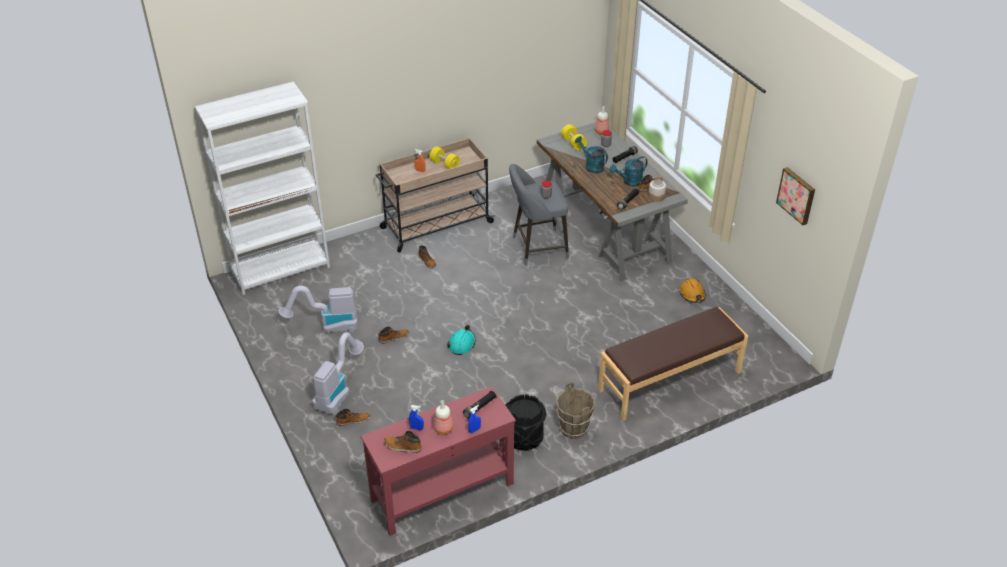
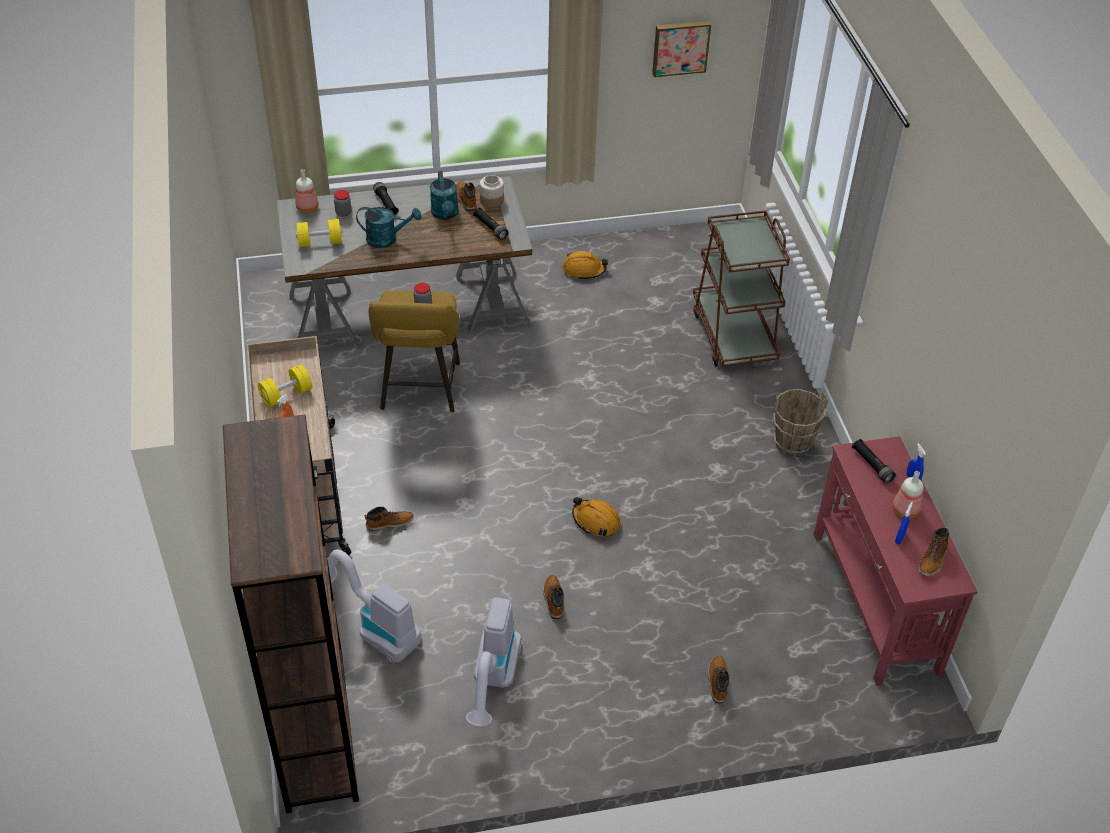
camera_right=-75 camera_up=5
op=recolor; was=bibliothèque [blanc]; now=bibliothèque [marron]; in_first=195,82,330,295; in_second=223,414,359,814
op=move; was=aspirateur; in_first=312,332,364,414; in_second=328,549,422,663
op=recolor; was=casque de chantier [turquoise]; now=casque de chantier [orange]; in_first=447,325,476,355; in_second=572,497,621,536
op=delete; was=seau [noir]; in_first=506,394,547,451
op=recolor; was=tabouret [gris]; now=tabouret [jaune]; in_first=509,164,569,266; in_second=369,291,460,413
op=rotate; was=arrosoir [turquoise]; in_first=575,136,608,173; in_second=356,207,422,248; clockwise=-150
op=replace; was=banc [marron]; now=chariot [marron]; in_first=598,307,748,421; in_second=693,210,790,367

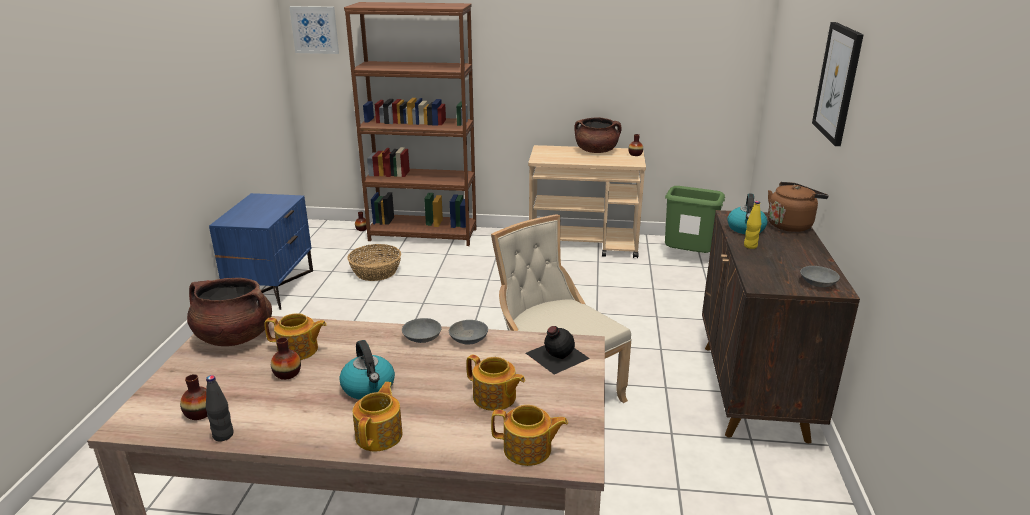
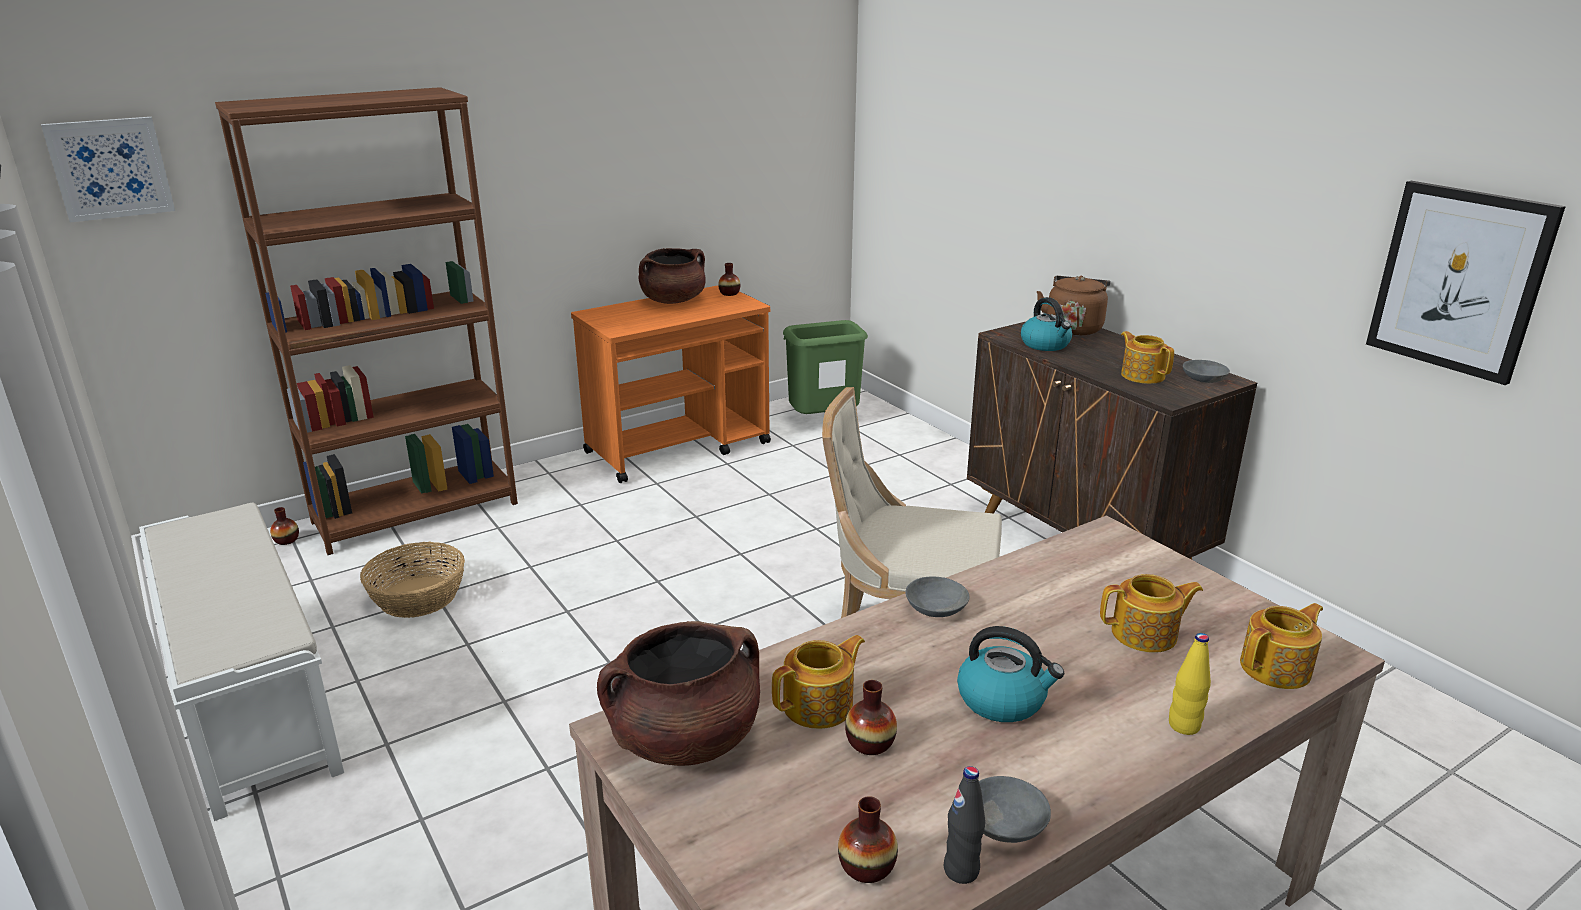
camera_right=-40 camera_up=0
op=replace; was=table de chevet [bleu]; now=banc [blanc]; in_first=209,193,313,310; in_second=139,502,344,821
op=move; was=théière; in_first=353,382,402,451; in_second=1121,331,1174,384
op=move; was=bol [gris]; in_first=449,320,488,344; in_second=979,776,1051,843
op=delete; was=bouteille [noir]; in_first=526,326,590,374
op=recolor; was=chariot [beige]; now=chariot [orange]; in_first=528,145,646,258; in_second=571,285,771,483
op=move; was=bouteille [jaune]; in_first=744,201,761,249; in_second=1169,633,1211,735
op=move; was=tableau; in_first=812,22,864,146; in_second=1366,181,1566,385

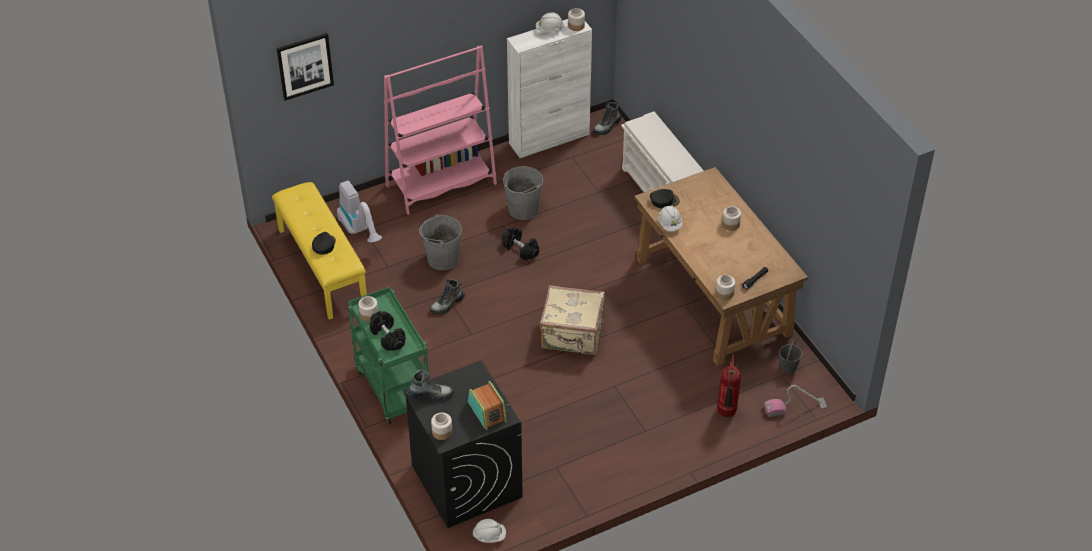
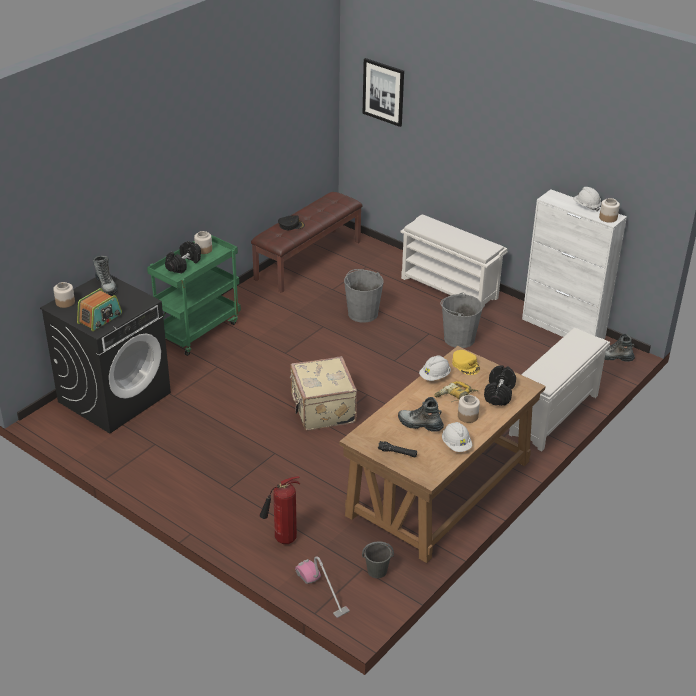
camera_right=65 camera_up=-10
op=recolor; was=banc [jaune]; now=banc [marron]; in_first=272,182,367,320; in_second=251,192,363,293
op=delete; was=aspirateur; in_first=337,181,382,242
op=replace; was=bibliothèque [rose]; now=étagère à chaussures [blanc]; in_first=384,45,497,215; in_second=400,215,507,309
op=move; was=botte; in_first=430,279,465,315; in_second=398,397,444,432
op=move; was=casque de chantier [blanc]; in_first=473,519,506,543; in_second=442,422,472,452
op=move; was=haltère [noir]; in_first=502,227,539,260; in_second=484,365,516,406
op=recolor; was=casquette [noir]; now=casquette [jaune]; in_first=650,189,679,208; in_second=452,350,480,375
op=delete; was=bocal; in_first=715,275,735,300
op=insert; now=perceuse; in_second=434,381,478,402

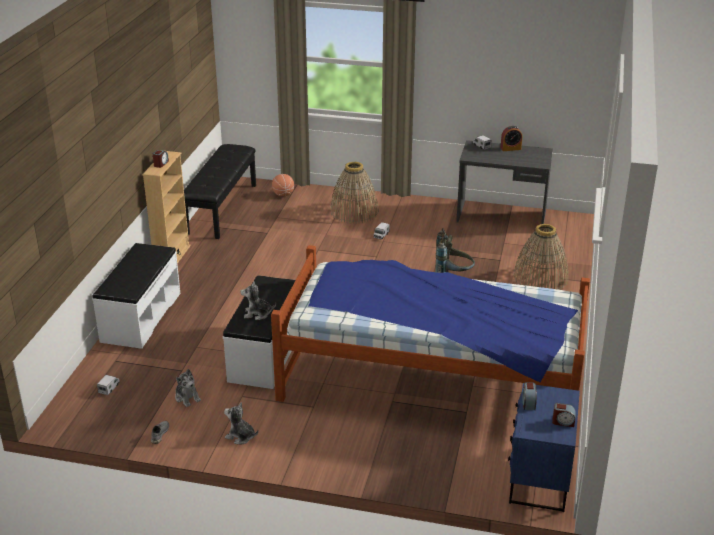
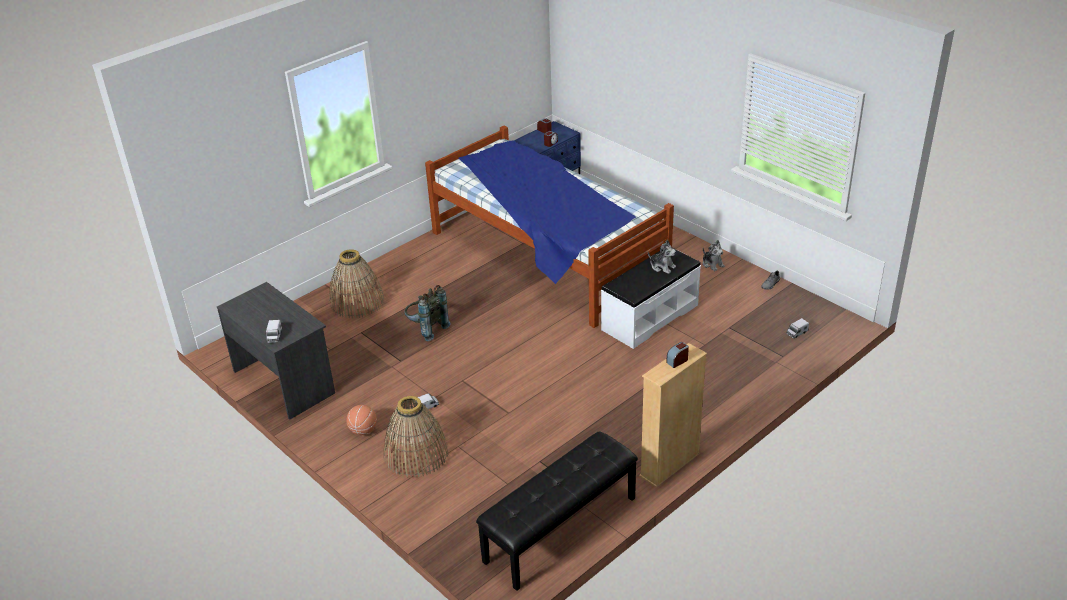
camera_right=-145 camera_up=5
op=delete; was=banc [blanc]; in_first=92,243,180,349
op=delete; was=peluche; in_first=175,369,201,407
op=move; was=ballon de basket; in_first=272,174,294,197; in_second=346,405,377,435
op=delete; was=réveil; in_first=500,126,522,151

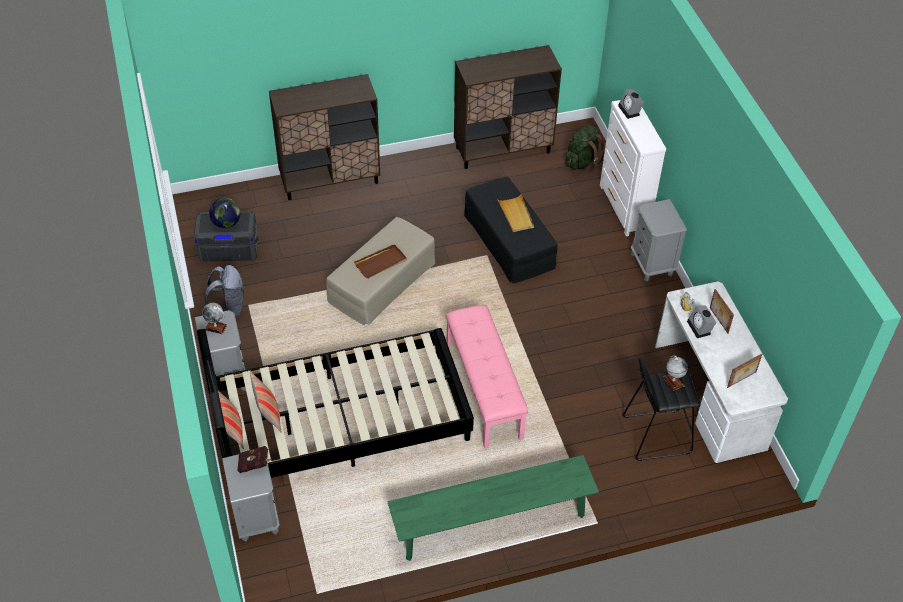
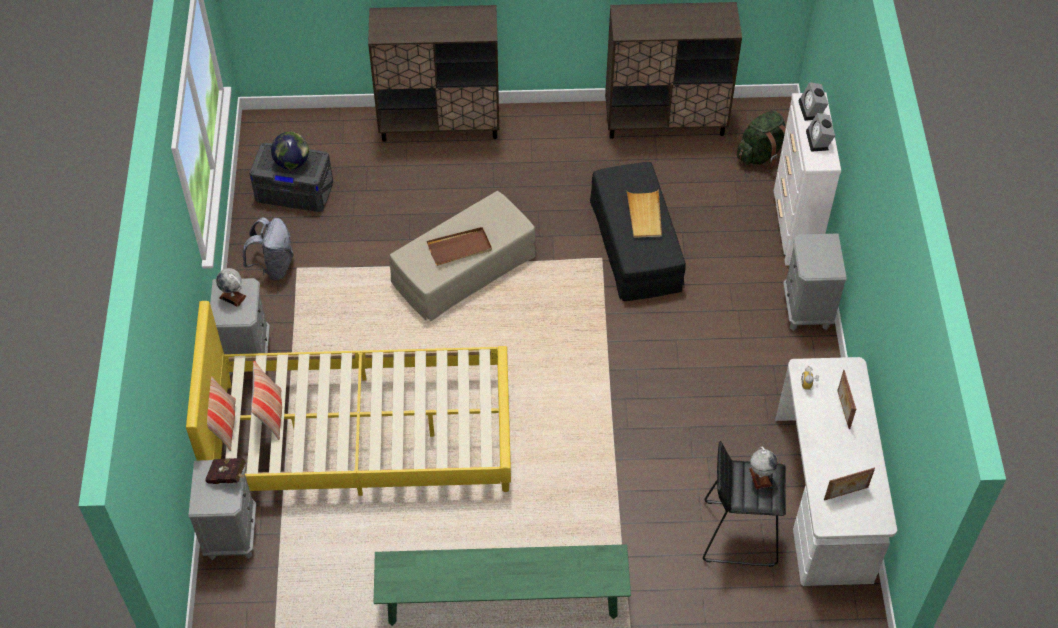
camera_right=15 camera_up=5
op=recolor; was=lit [noir]; now=lit [jaune]; in_first=197,328,474,478; in_second=186,301,511,496
op=delete; was=banc [rose]; in_first=446,305,528,448
op=move; was=réveil; in_first=687,305,717,338; in_second=806,113,835,152

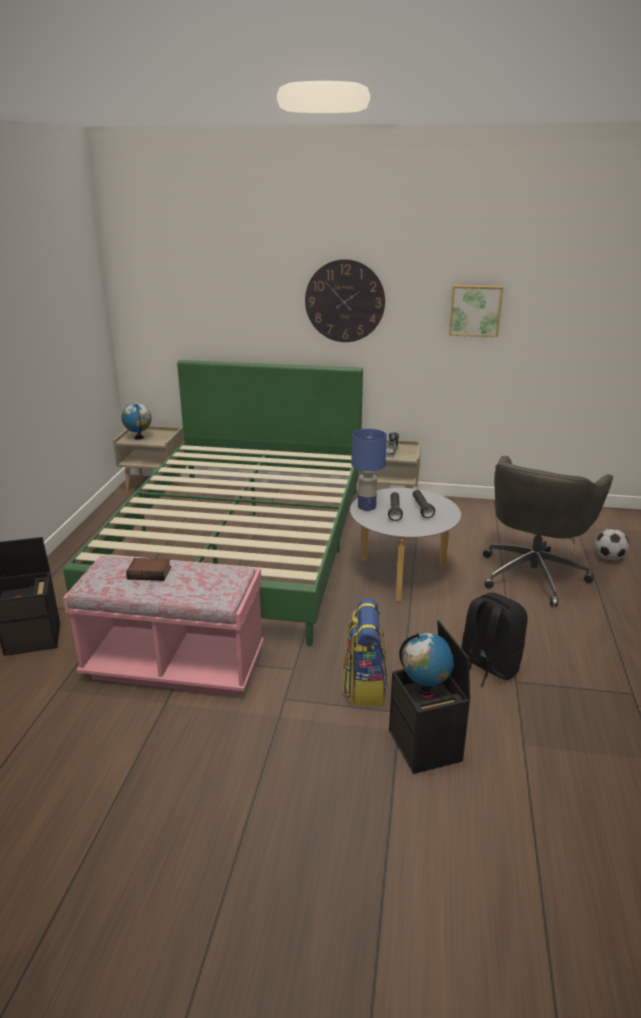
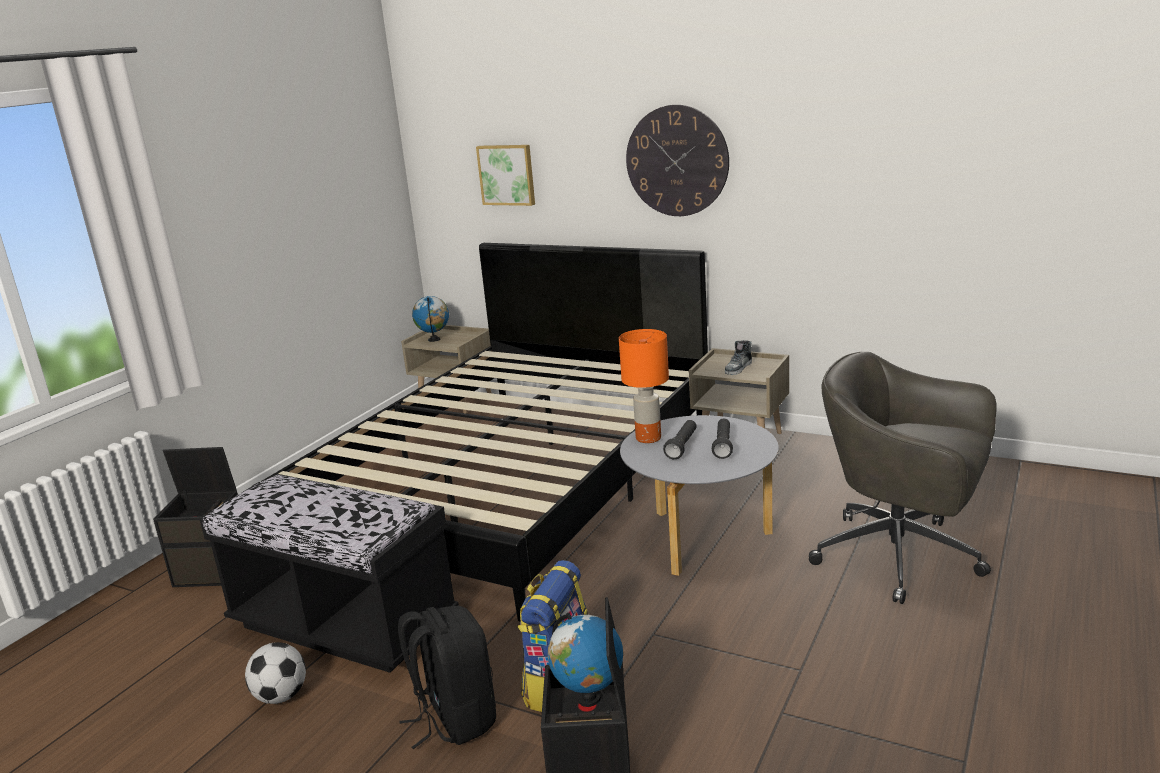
camera_right=20 camera_up=-5
op=recolor; was=lit [vert]; now=lit [noir]; in_first=63,360,363,646; in_second=251,243,708,621
op=recolor; was=banc [rose]; now=banc [noir]; in_first=63,555,264,696; in_second=200,474,459,673
op=delete; was=livre; in_first=126,558,171,581
op=recolor; was=lampe de table [bleu]; now=lampe de table [orange]; in_first=351,429,387,511; in_second=619,329,669,443
op=move; was=tableau; in_first=449,285,503,337; in_second=476,145,535,206
op=move; was=sac à dos [noir]; in_first=462,593,528,687; in_second=398,606,496,749
op=rotate; was=chaise de bureau [gris]; in_first=483,456,613,607; in_second=809,352,996,604; clockwise=75
op=move; was=ballon de foot; in_first=595,529,629,561; in_second=245,642,306,704

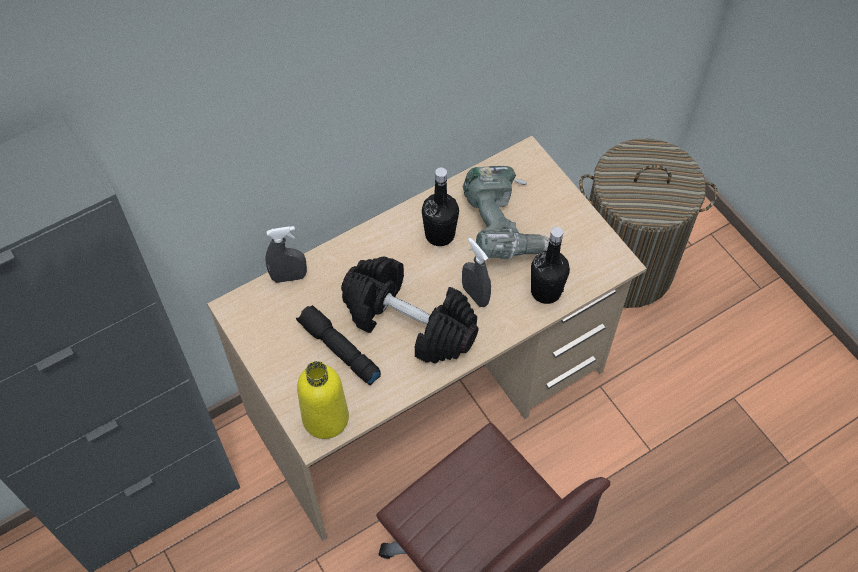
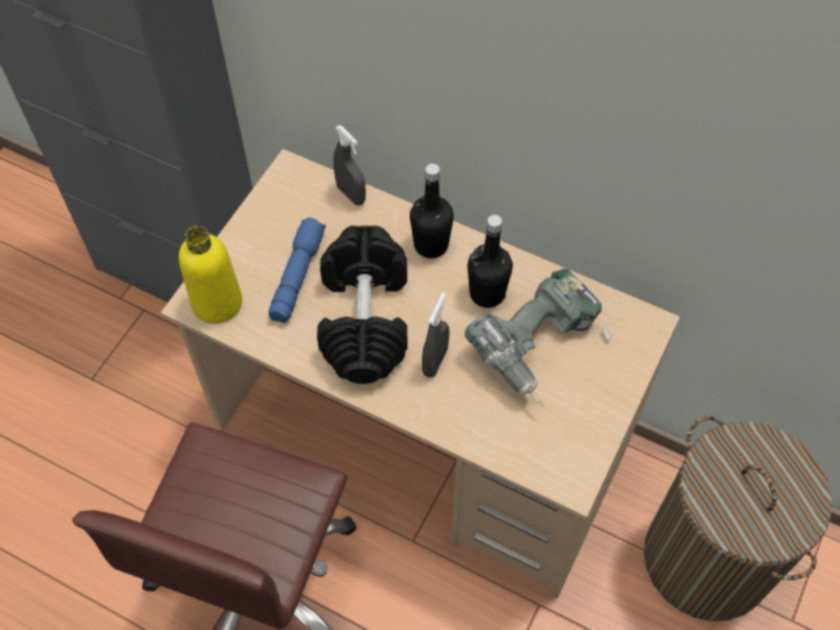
camera_right=60 camera_up=0
op=recolor; was=lampe de poche [noir]; now=lampe de poche [bleu]; in_first=296,305,381,385; in_second=269,218,326,323
op=move; was=bouteille [noir]; in_first=531,227,570,304; in_second=410,163,454,258

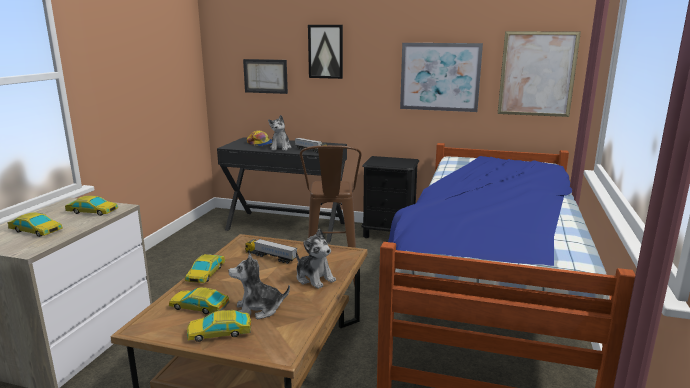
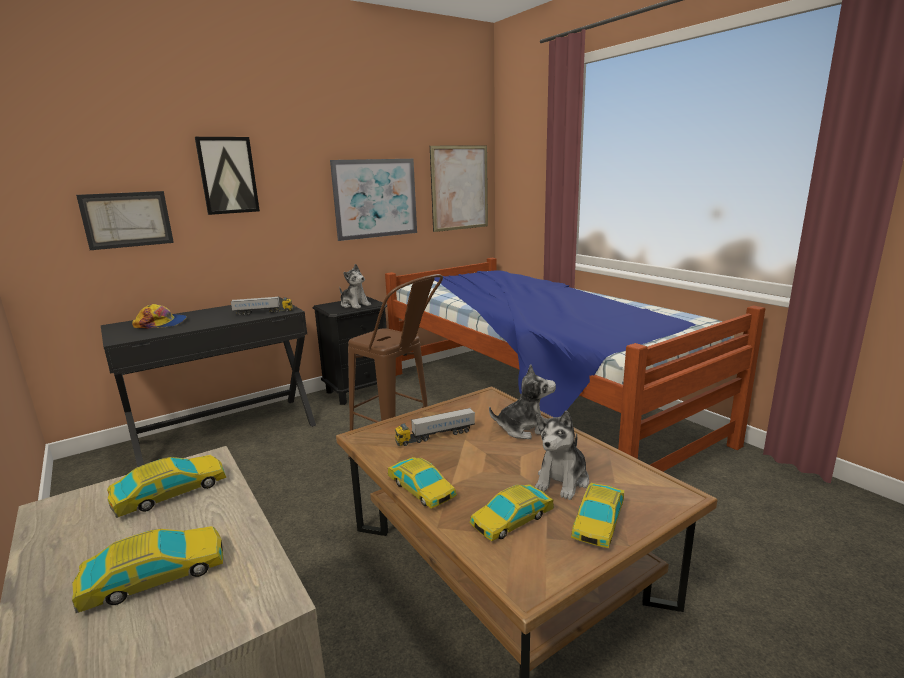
camera_right=-50 camera_up=0
op=move; was=peluche; in_first=268,115,291,151; in_second=339,264,371,309

